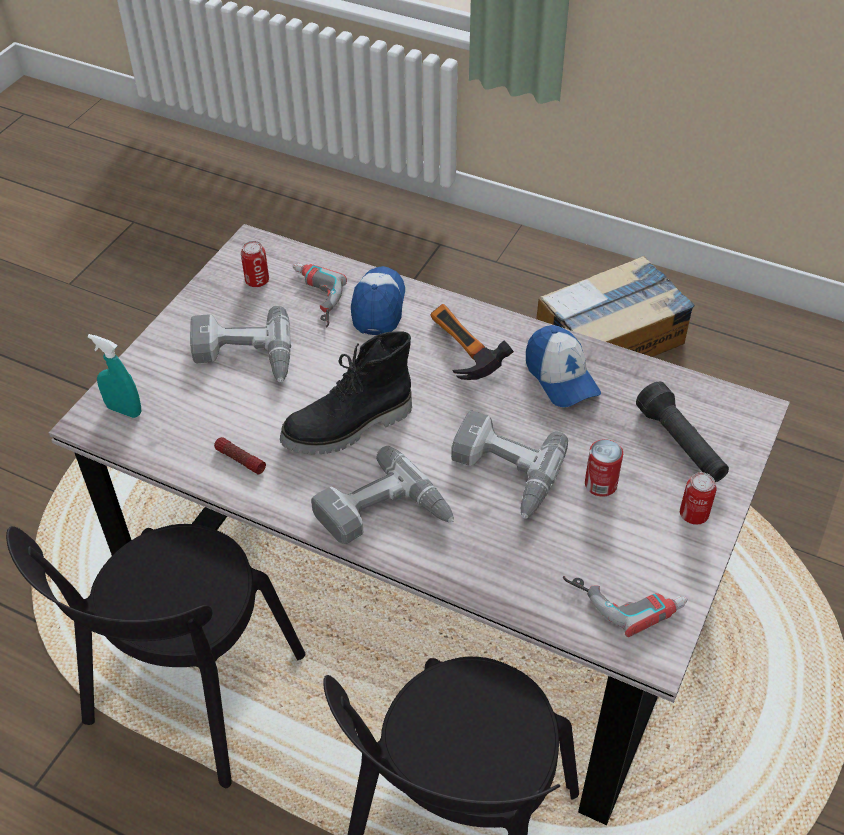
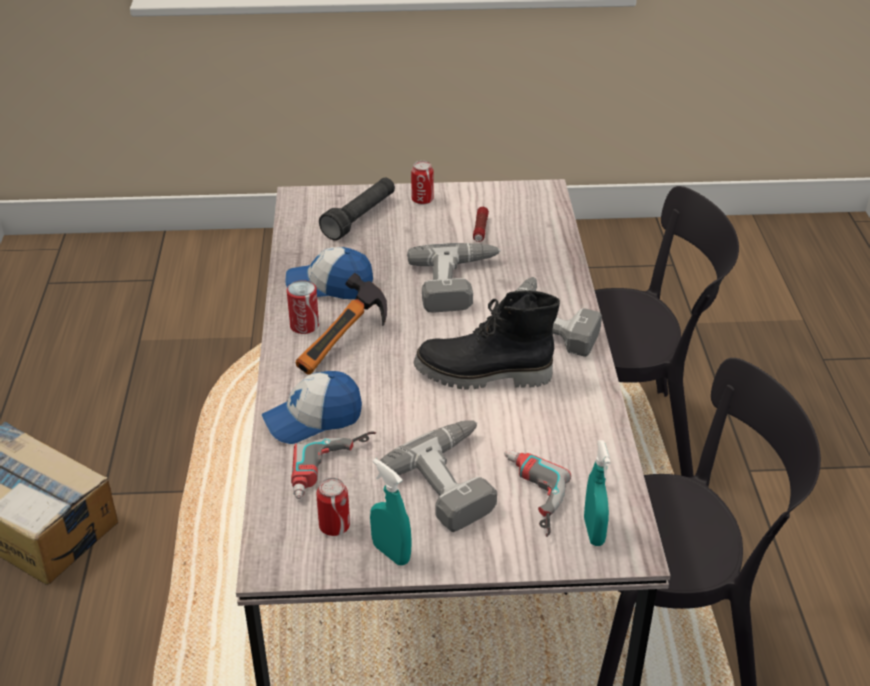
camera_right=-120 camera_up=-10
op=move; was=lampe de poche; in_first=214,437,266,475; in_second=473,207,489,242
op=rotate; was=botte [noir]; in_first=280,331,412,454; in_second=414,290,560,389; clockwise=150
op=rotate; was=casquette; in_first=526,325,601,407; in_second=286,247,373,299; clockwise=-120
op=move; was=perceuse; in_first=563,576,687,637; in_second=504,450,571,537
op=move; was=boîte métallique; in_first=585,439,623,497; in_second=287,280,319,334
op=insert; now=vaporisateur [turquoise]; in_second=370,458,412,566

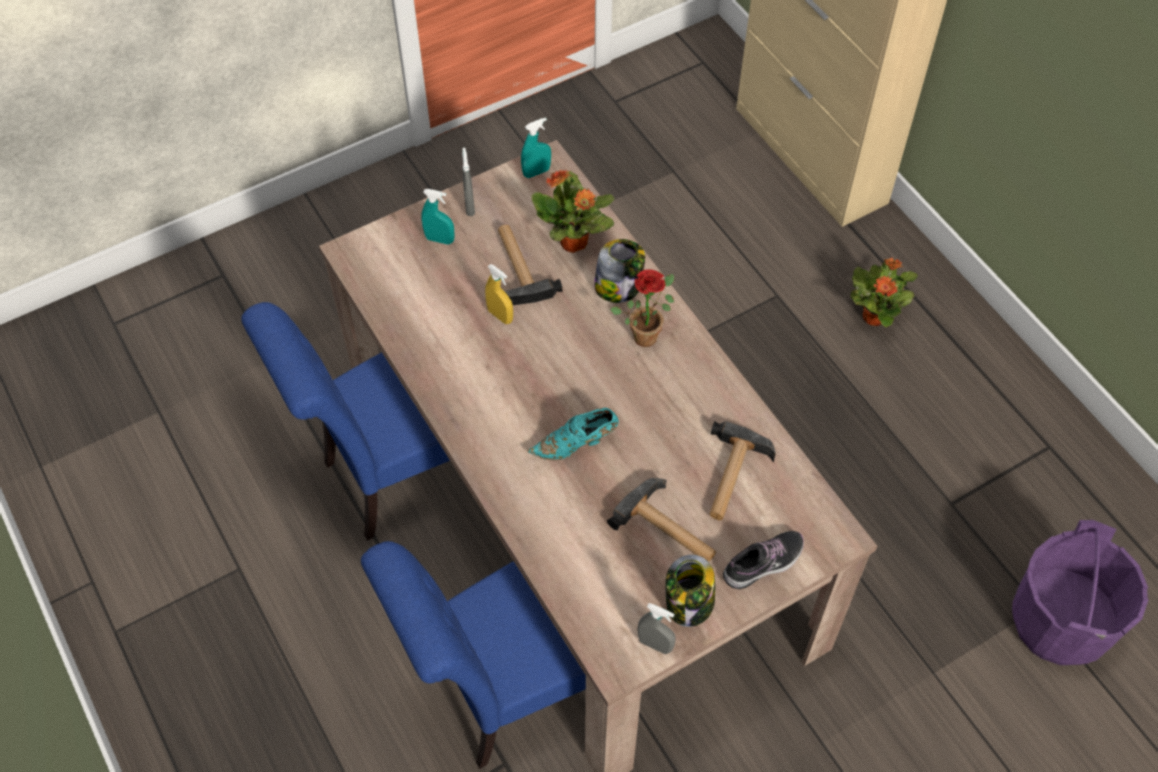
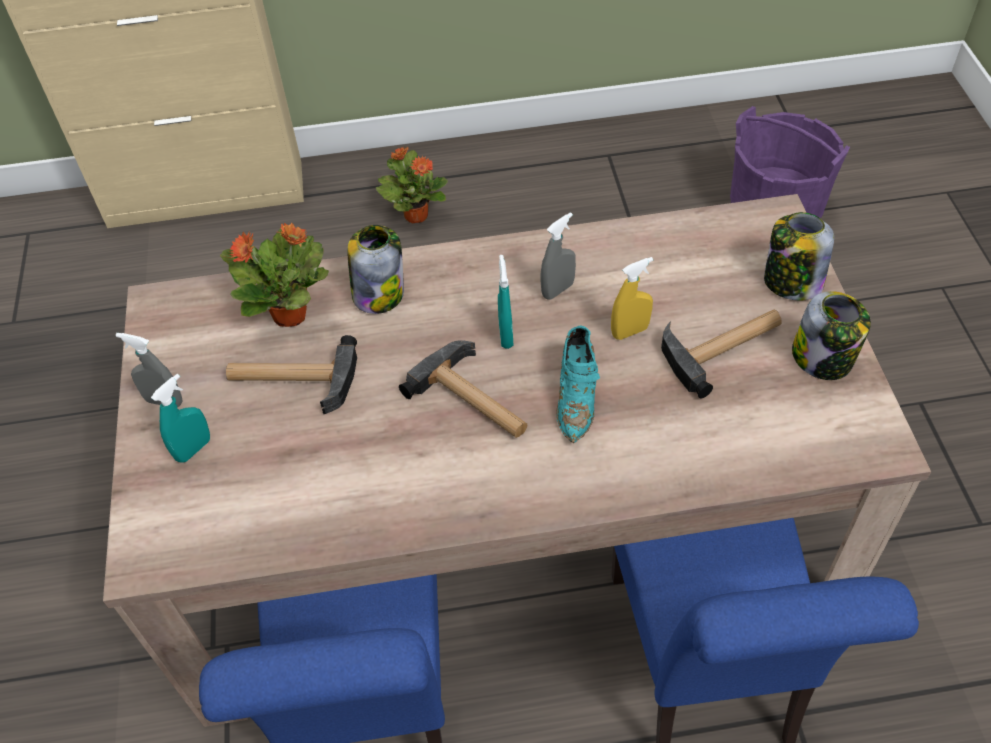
camera_right=-65 camera_up=-5
op=move; was=vaporisateur [jaune]; in_first=485,264,513,324; in_second=611,257,653,340
op=move; was=vaporisateur [turquoise]; in_first=521,118,551,178; in_second=498,255,513,349
op=delete; was=plante en pot; in_first=610,269,674,347
op=move; was=vaporisateur [gris]; in_first=638,603,676,654; in_second=540,212,576,300
op=move; was=marteau; in_first=710,421,776,520; in_second=399,340,527,438
op=replace; was=chaussure; now=bocal; in_first=723,531,804,589; in_second=764,212,834,300

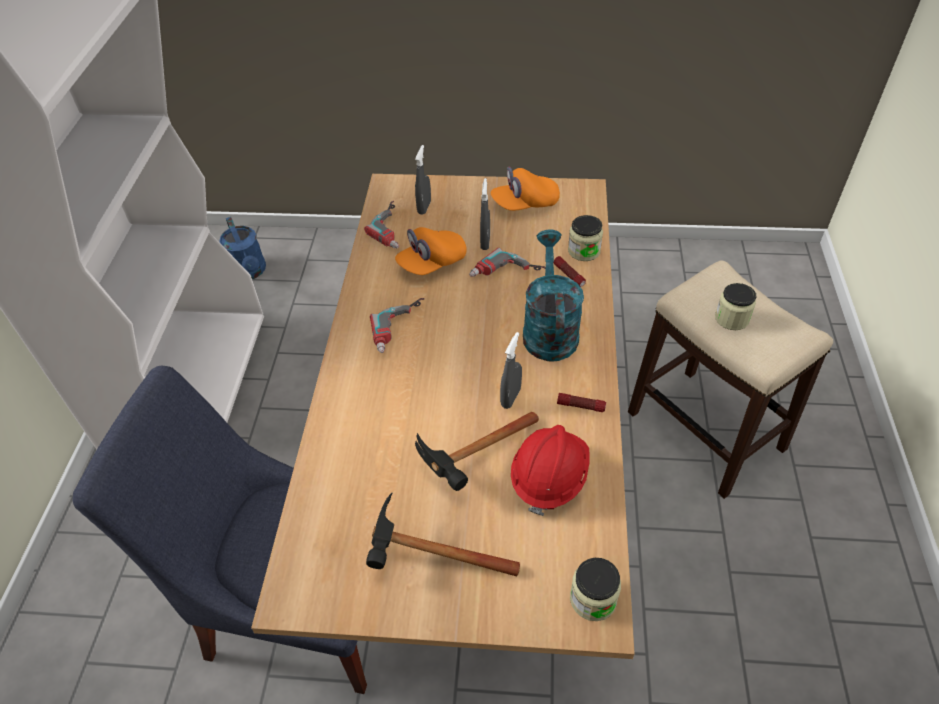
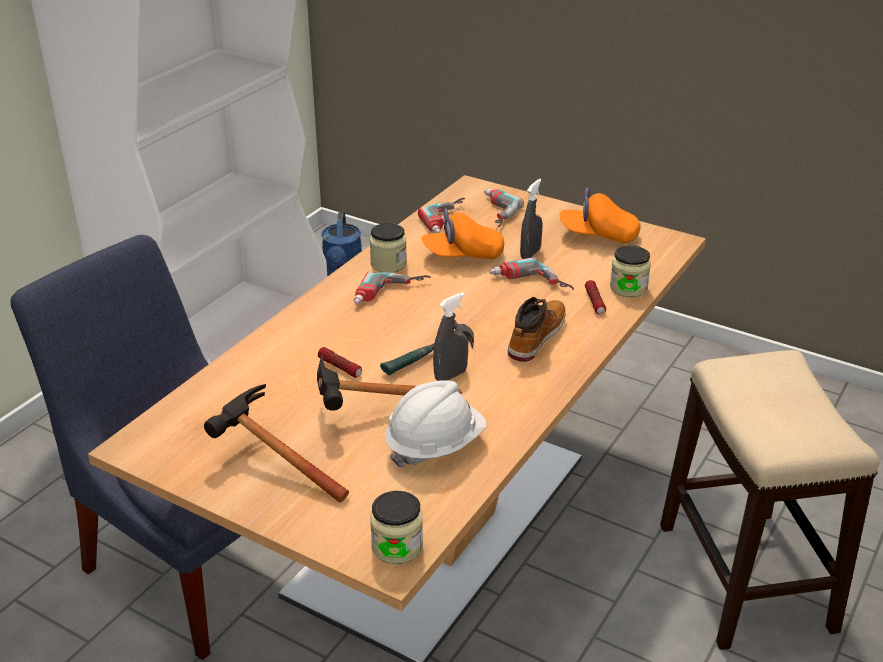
camera_right=25 camera_up=-15
op=replace; was=vaporisateur [gris]; now=perceuse; in_first=415,145,431,215; in_second=484,188,524,227
op=recolor; was=casque de chantier [rouge]; now=casque de chantier [blanc]; in_first=511,425,590,516; in_second=385,380,487,468
op=replace; was=arrosoir [turquoise]; now=botte; in_first=523,229,584,362; in_second=508,297,566,362
op=move; was=lampe de poche; in_first=557,393,606,412; in_second=318,347,362,378
op=move; was=bocal; in_first=715,283,756,330; in_second=370,223,407,273
op=insert; now=marteau; in_second=380,320,474,375

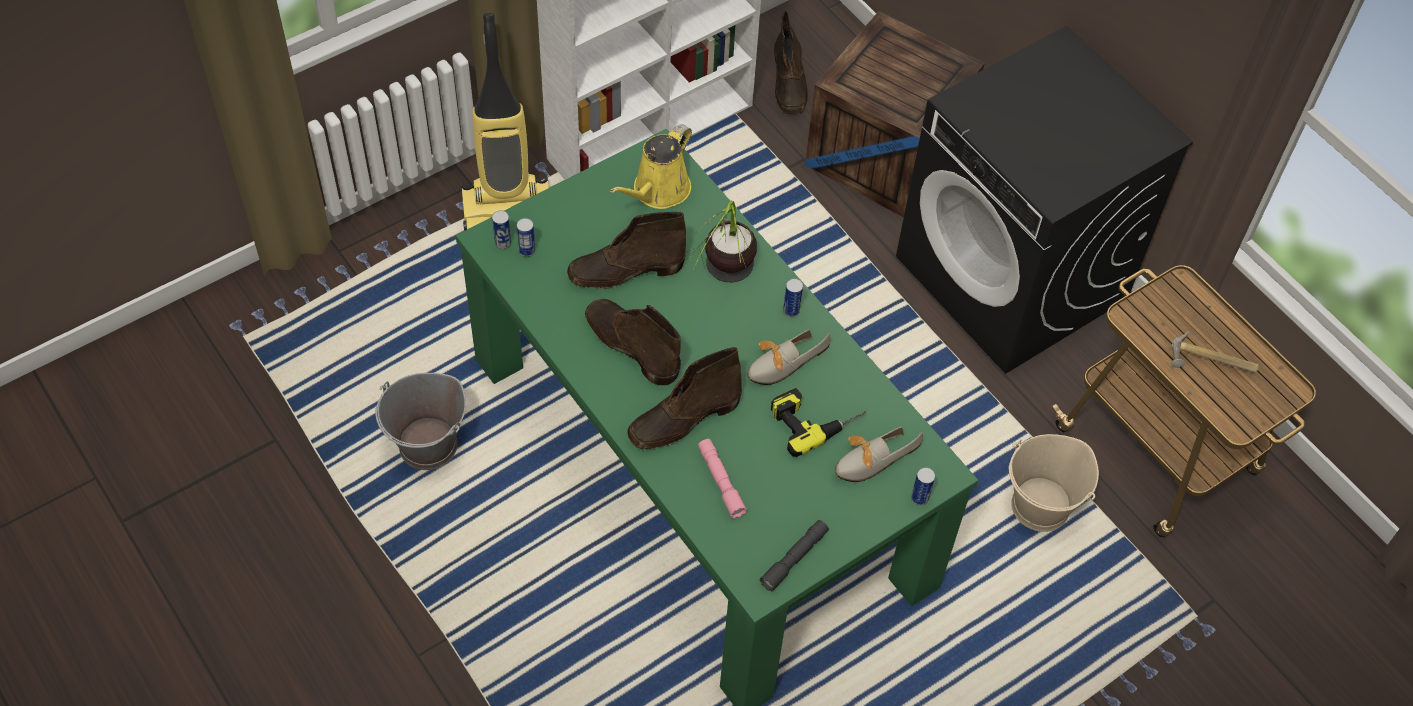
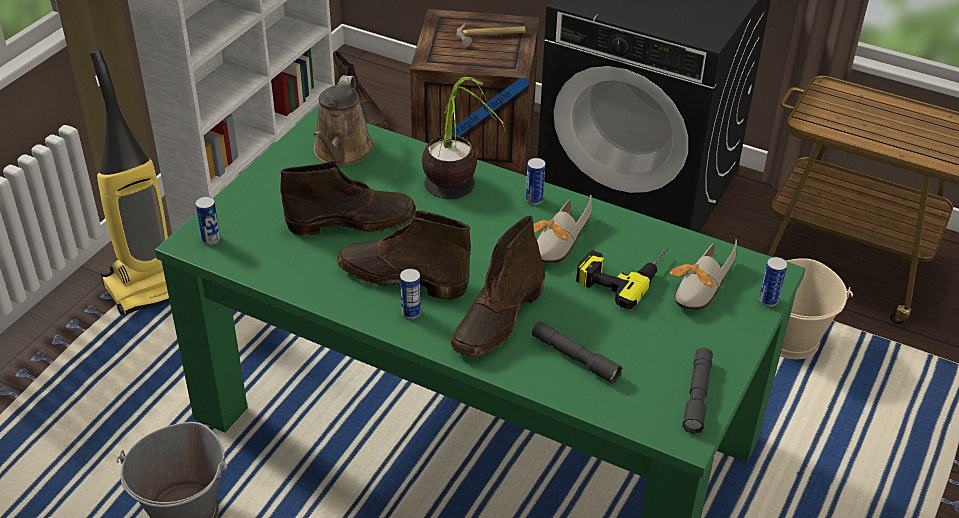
camera_right=-25 camera_up=-15
op=move; was=boîte métallique; in_first=517,218,535,257; in_second=400,269,421,319
op=rotate; was=botte [marron]; in_first=567,212,686,289; in_second=280,159,416,236; clockwise=-150
op=recolor; was=arrosoir [jaune]; now=arrosoir [marron]; in_first=610,124,692,209; in_second=313,75,374,166
op=recolor; was=lampe de poche [rose]; now=lampe de poche [gris]; in_first=698,439,747,518; in_second=532,321,622,384
op=move; was=marteau; in_first=1171,331,1259,373; in_second=456,23,526,47

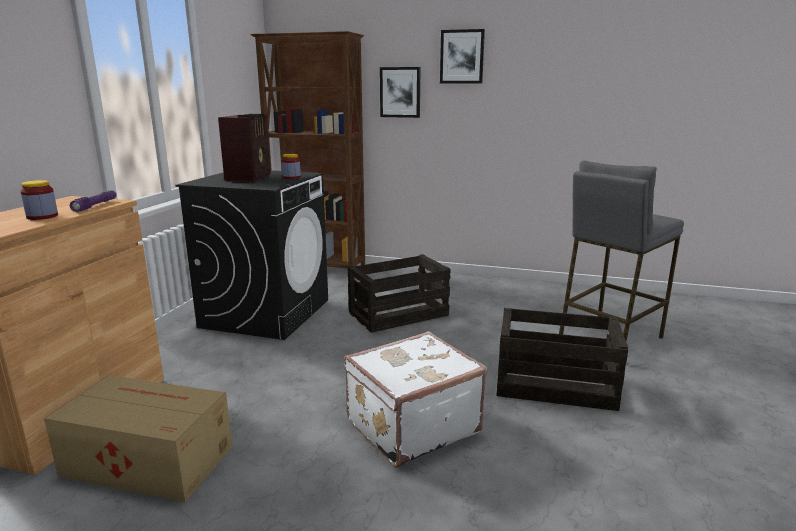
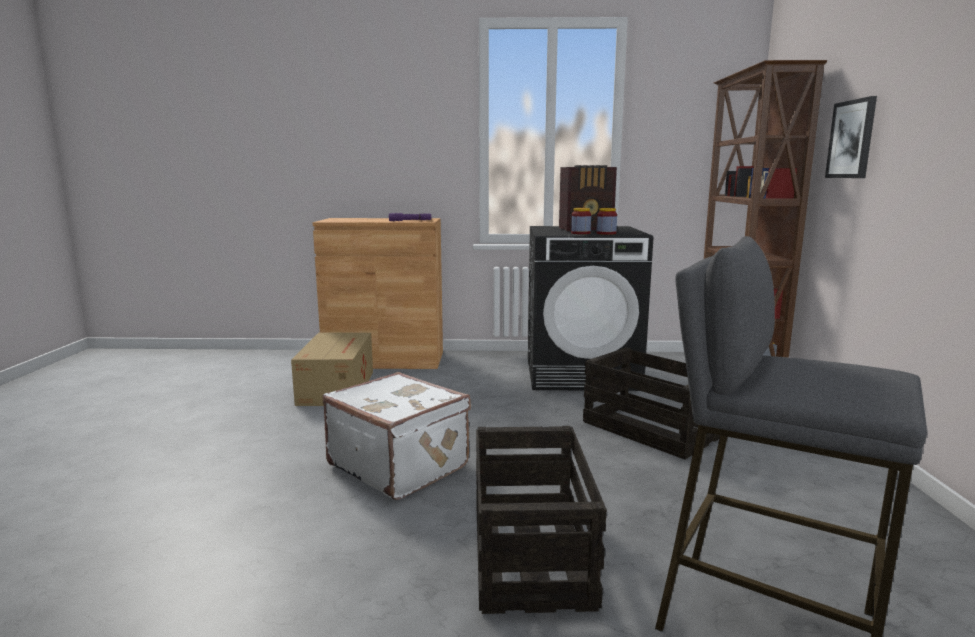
camera_right=75 camera_up=-5
op=move; was=bocal; in_first=20,180,58,220; in_second=571,208,591,234
op=delete; was=tableau; in_first=440,29,485,83

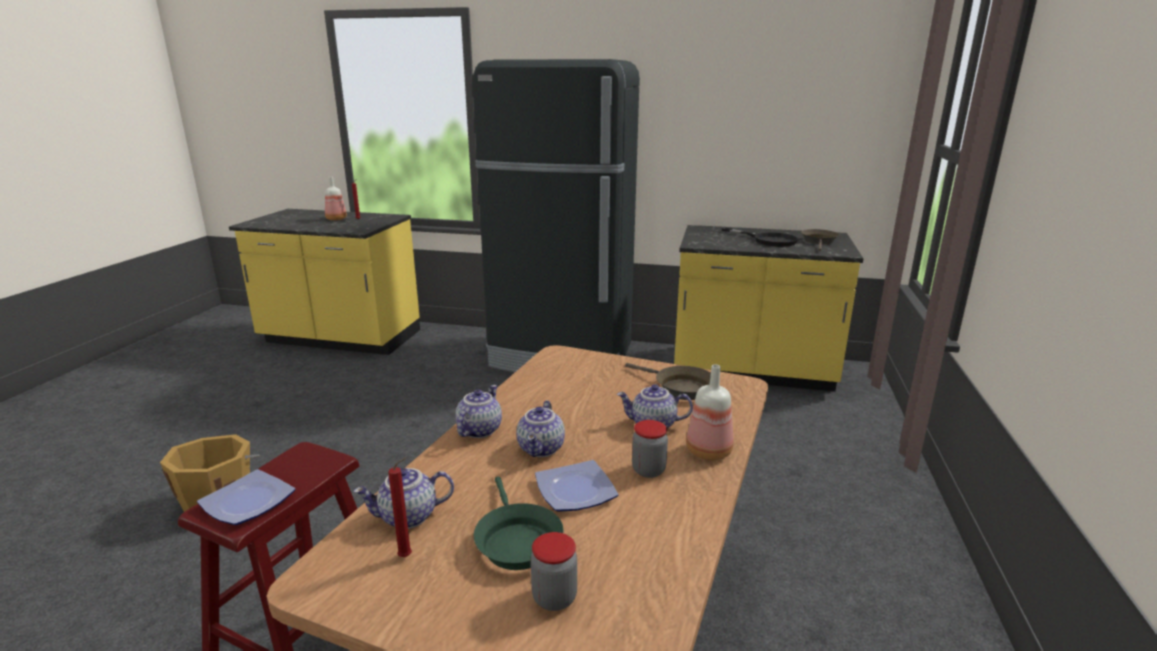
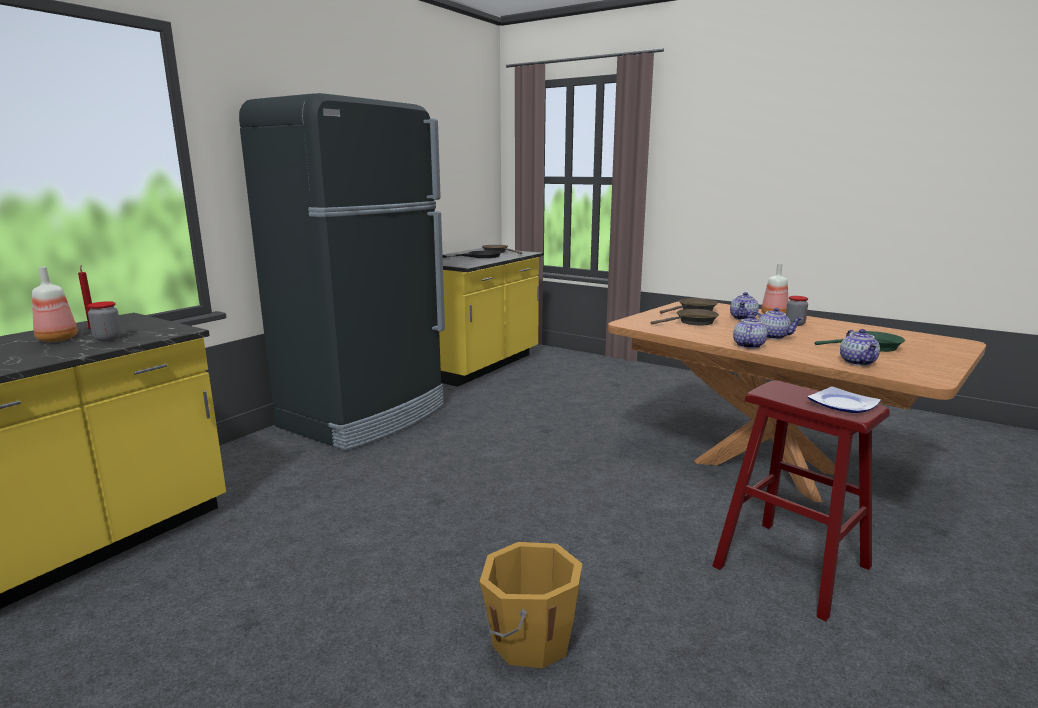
camera_right=-70 camera_up=-5
op=delete; was=bougie [rouge]; in_first=388,457,412,557
op=rotate; was=théière; in_first=455,385,502,438; in_second=733,315,767,349; clockwise=75
op=move; was=bocal; in_first=531,532,577,611; in_second=87,301,122,341
op=delete; was=assiette; in_first=535,460,618,512
op=insert; now=poêle [marron]; in_second=650,309,719,325

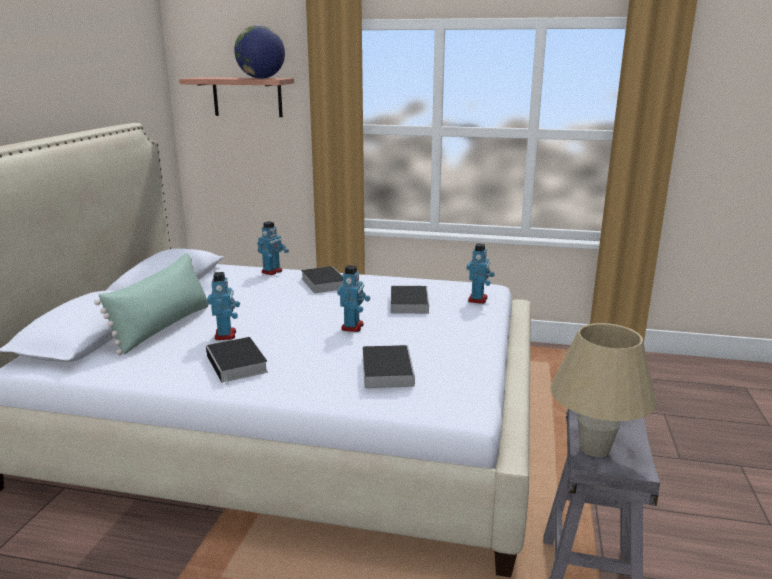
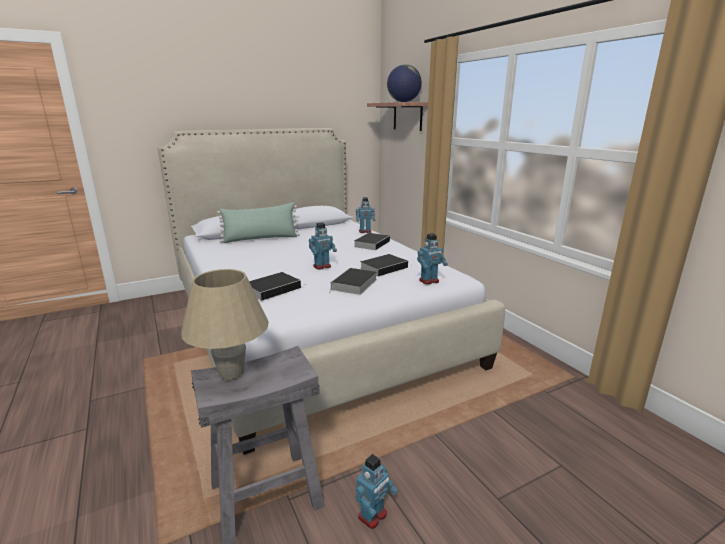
camera_right=50 camera_up=0
op=move; was=livre; in_first=206,337,268,387; in_second=329,268,377,295
op=move; was=robot jouet; in_first=207,272,240,340; in_second=355,454,398,529

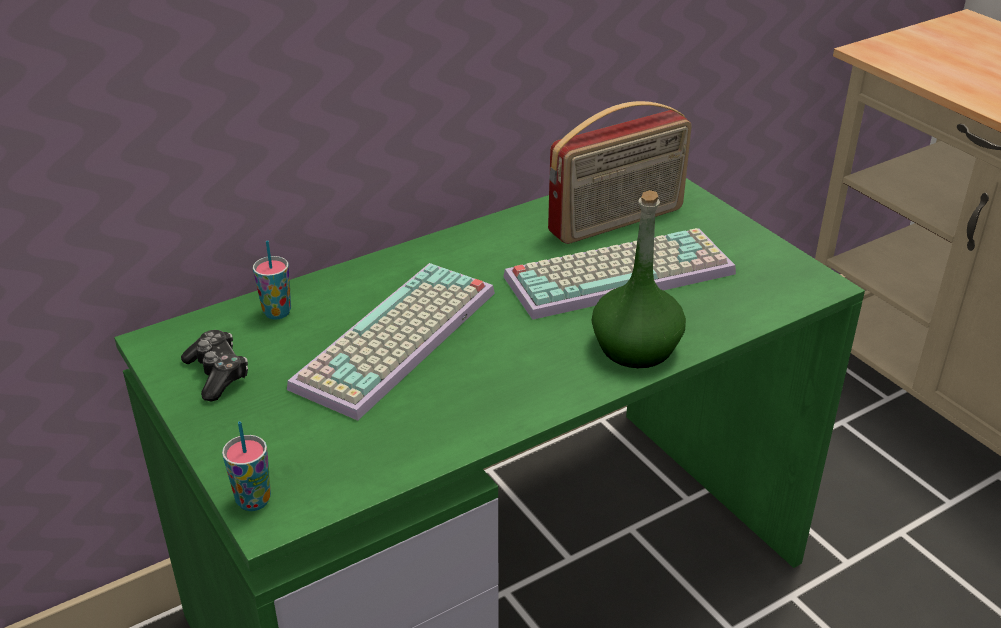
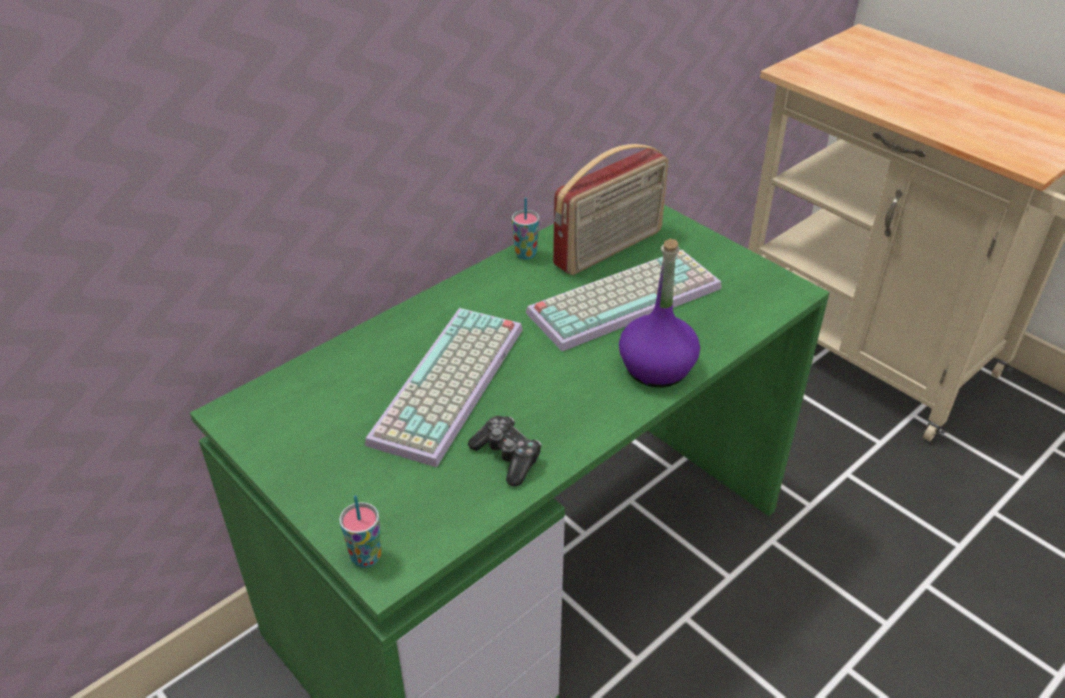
camera_right=-10 camera_up=5
op=move; was=manette; in_first=181,330,248,402; in_second=468,416,542,486
op=move; was=tasse; in_first=253,240,291,320; in_second=512,197,539,260
op=recolor; was=bouteille [vert]; now=bouteille [violet]; in_first=592,190,686,368; in_second=619,239,700,387

